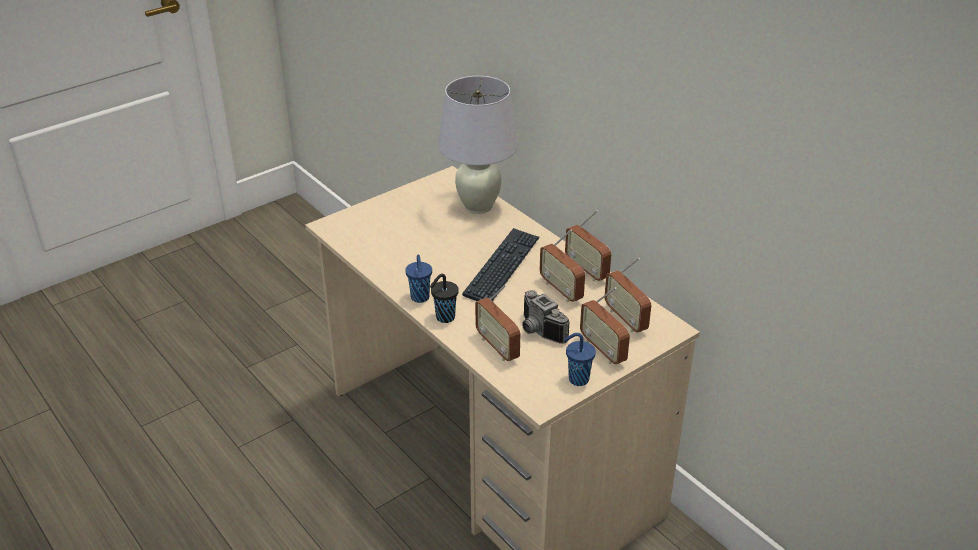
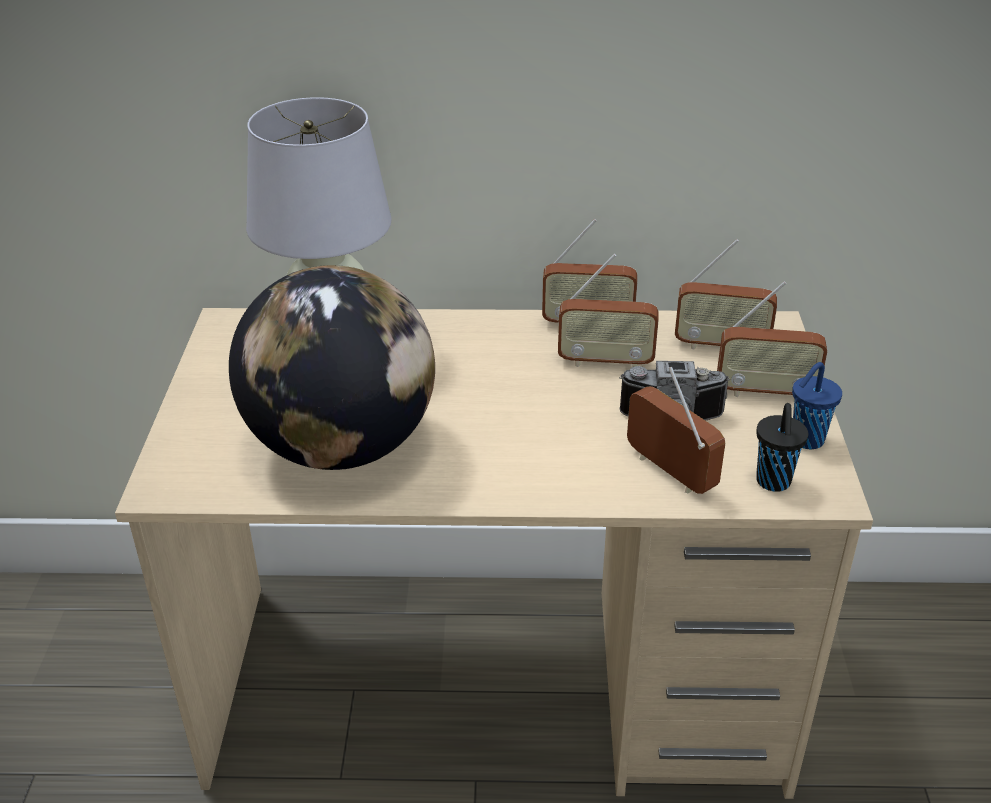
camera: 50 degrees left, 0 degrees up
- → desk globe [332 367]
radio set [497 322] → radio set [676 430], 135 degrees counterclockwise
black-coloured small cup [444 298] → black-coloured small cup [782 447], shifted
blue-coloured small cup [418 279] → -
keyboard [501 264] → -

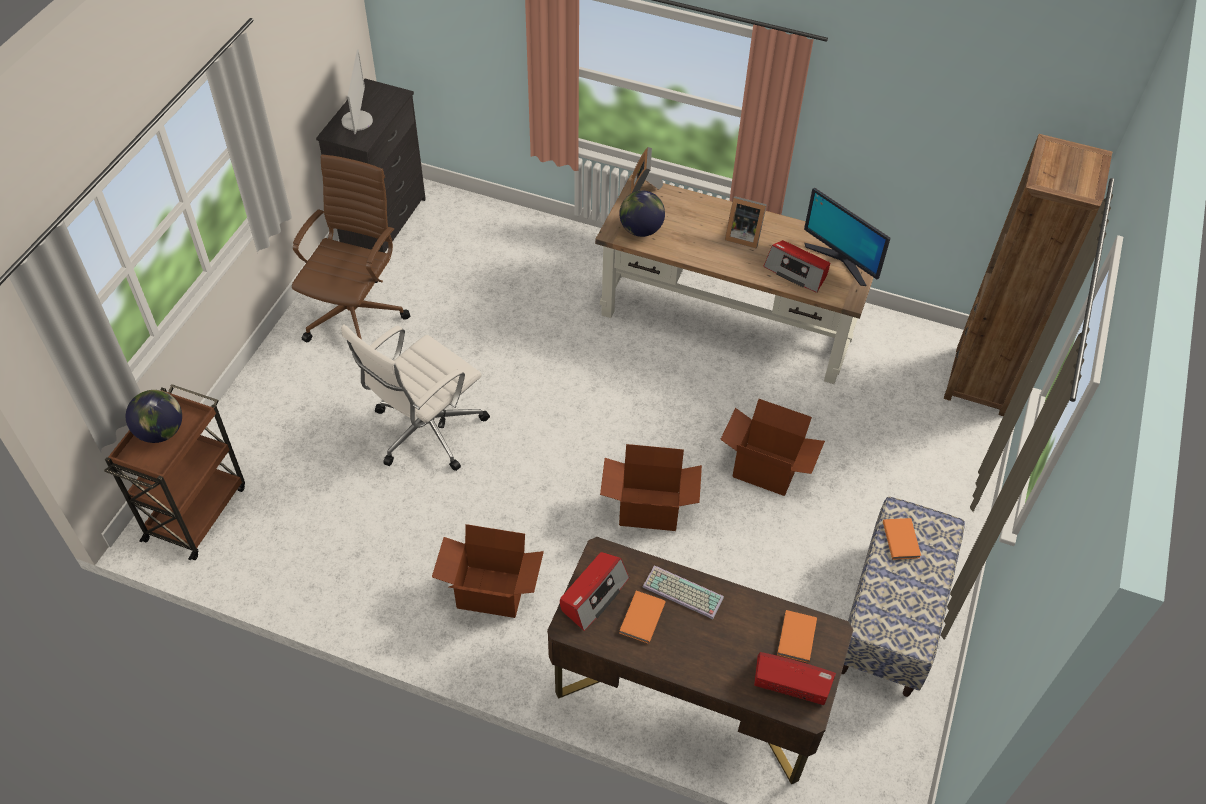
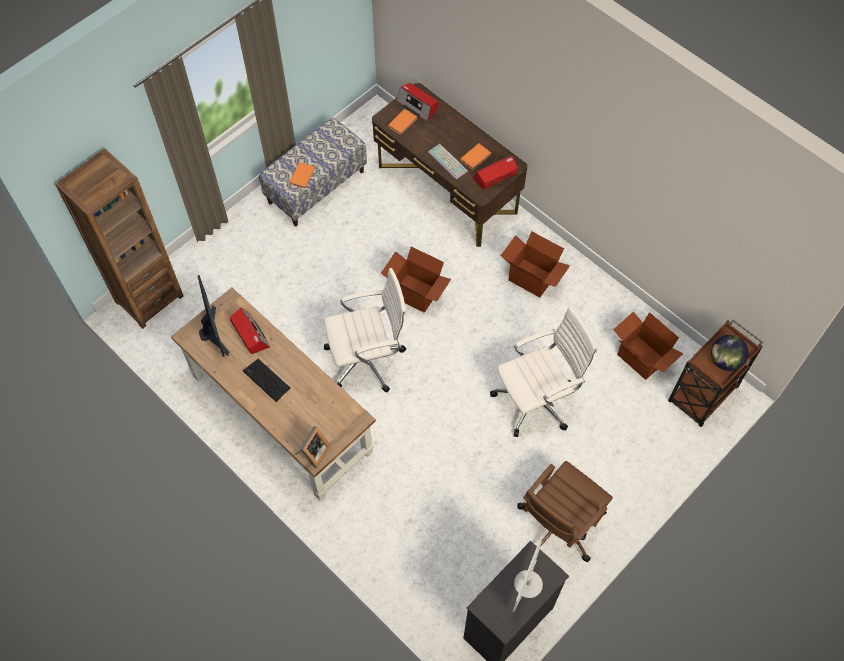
camera: 155 degrees left, 10 degrees up
standing frame [746 222] → keyboard [267 380]
- → white-coloured computer chair [365 330]
carton [772 447] → carton [648 346], shifted
desk globe [642 214] → -

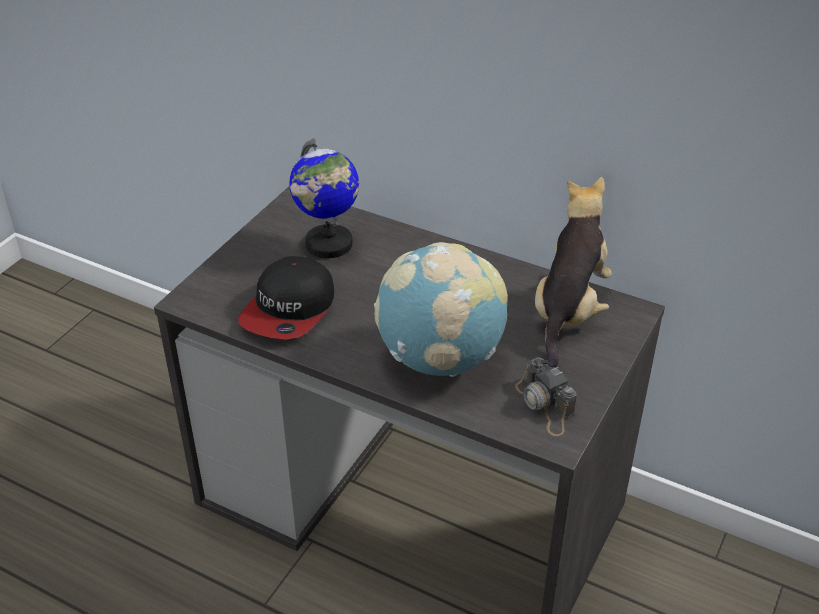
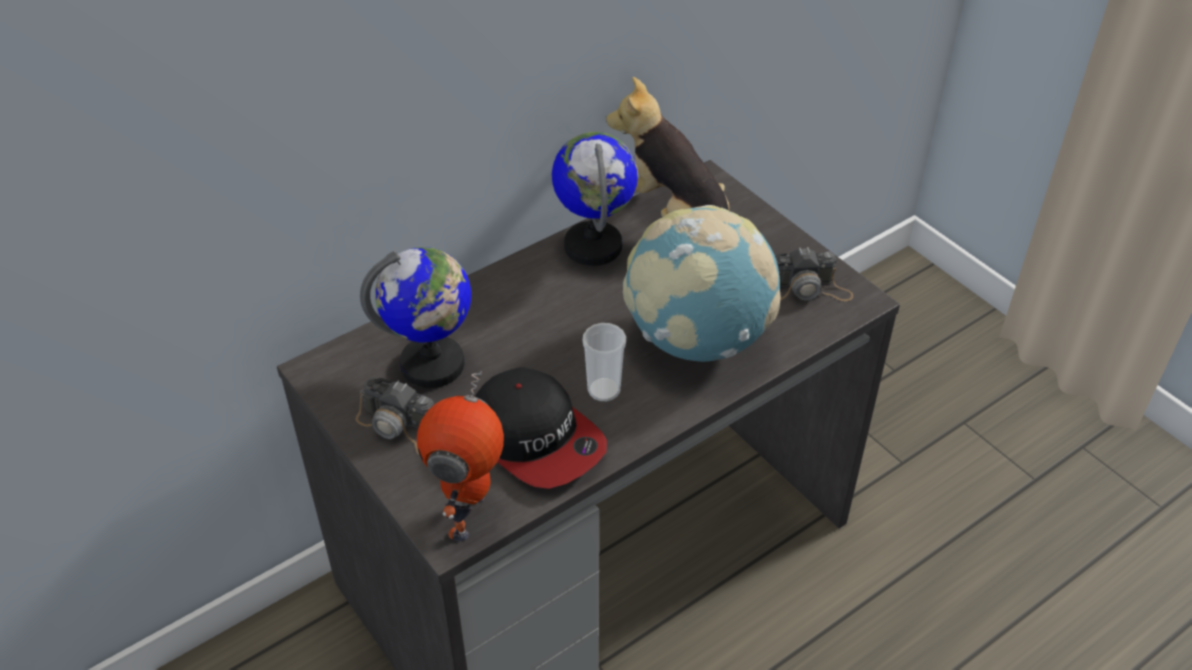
camera: 65 degrees left, 5 degrees up
- → still camera [395 416]
- → robot figure [460 456]
- → desk globe [595 199]
- → small cup [604 362]

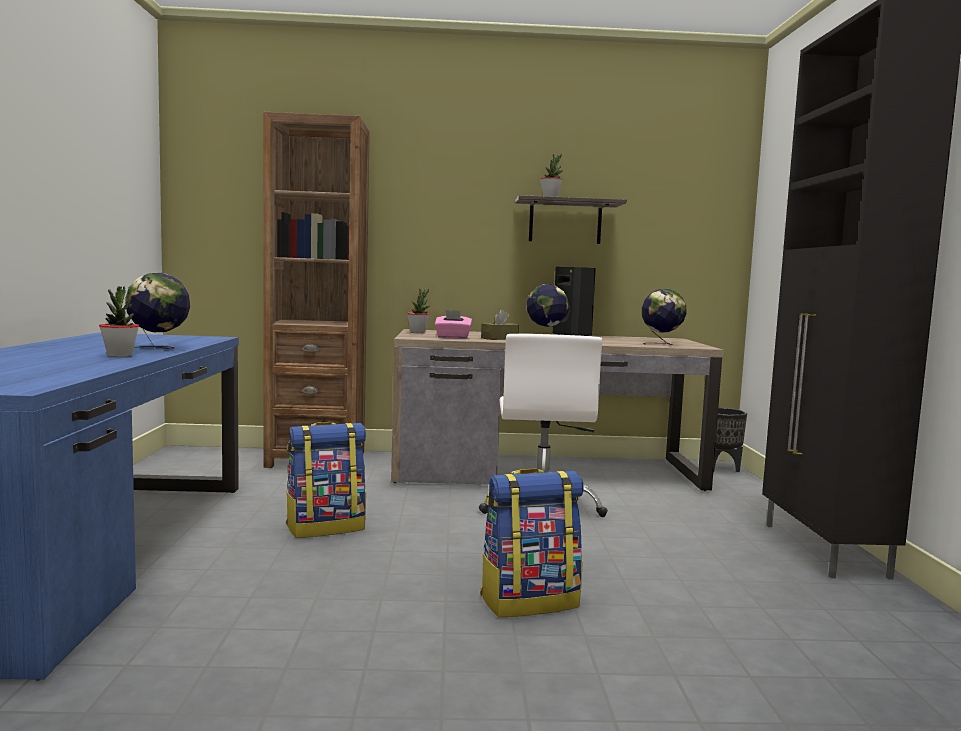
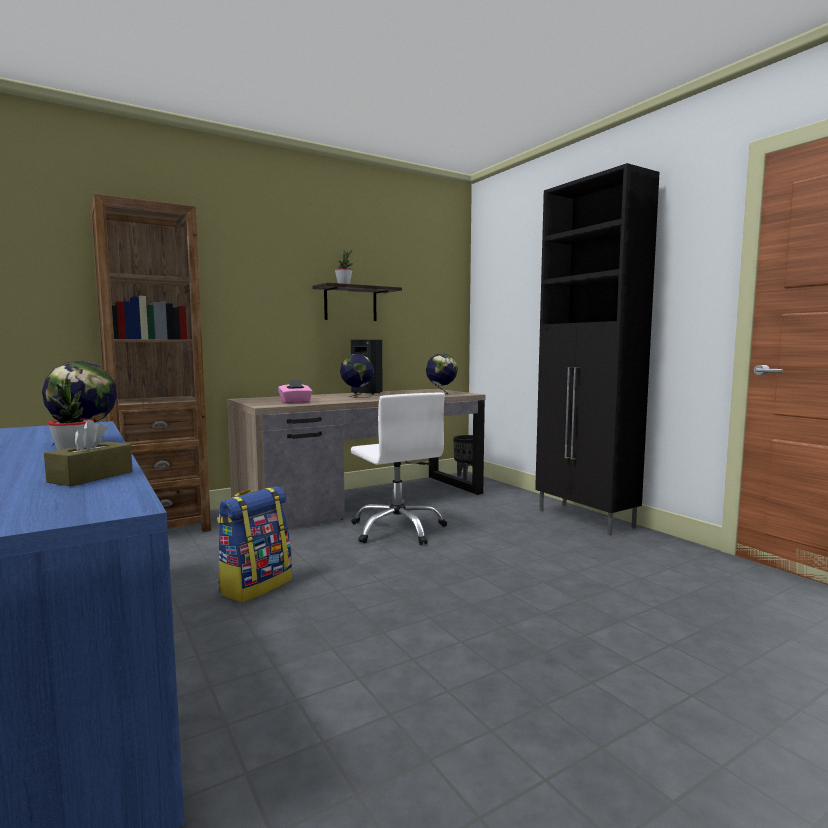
camera: 30 degrees left, 0 degrees up
brown-coloured tissue box [500 325] → brown-coloured tissue box [88 453], shifted
houseplant [418 311] → -
rucksack [532 542] → -

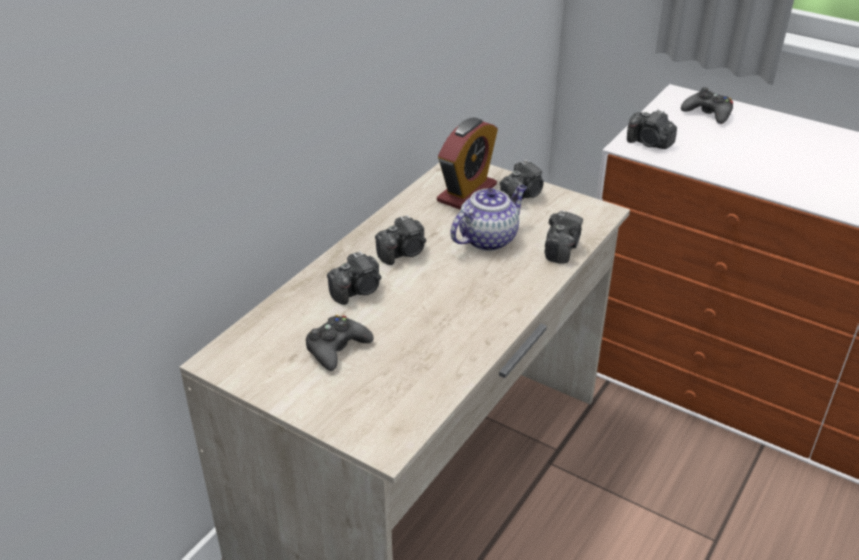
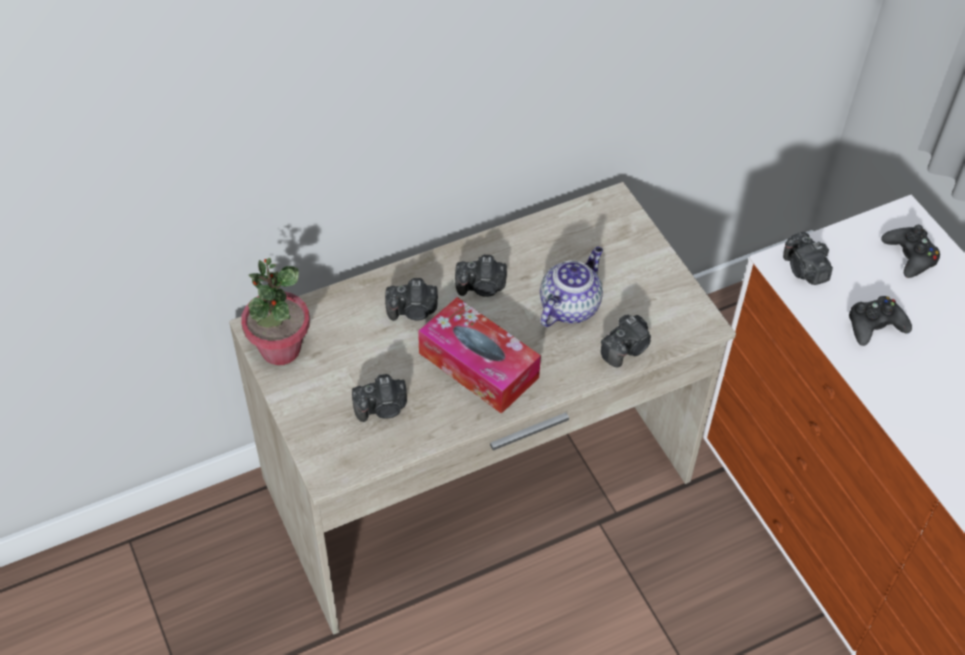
camera: 30 degrees right, 15 degrees up
- → houseplant [275 311]
still camera [522 179] → still camera [379 398], shifted
- → tissue box [479 355]
pot for tea [488 218] → pot for tea [571 287], 45 degrees counterclockwise
black-coloured game controller [340 343] → black-coloured game controller [880 321], shifted
alarm clock [467 163] → -

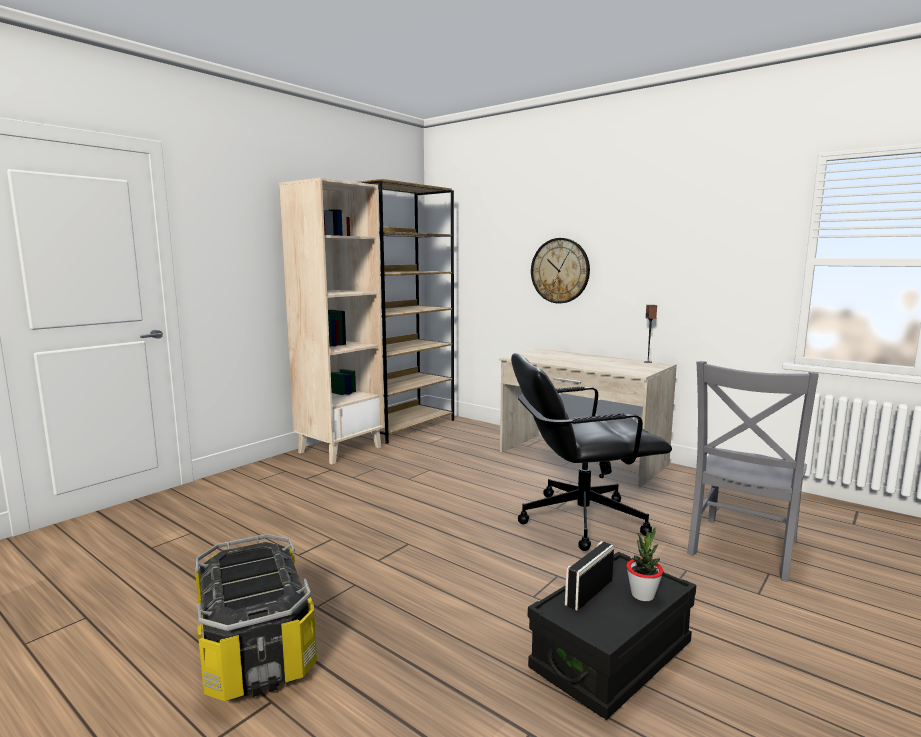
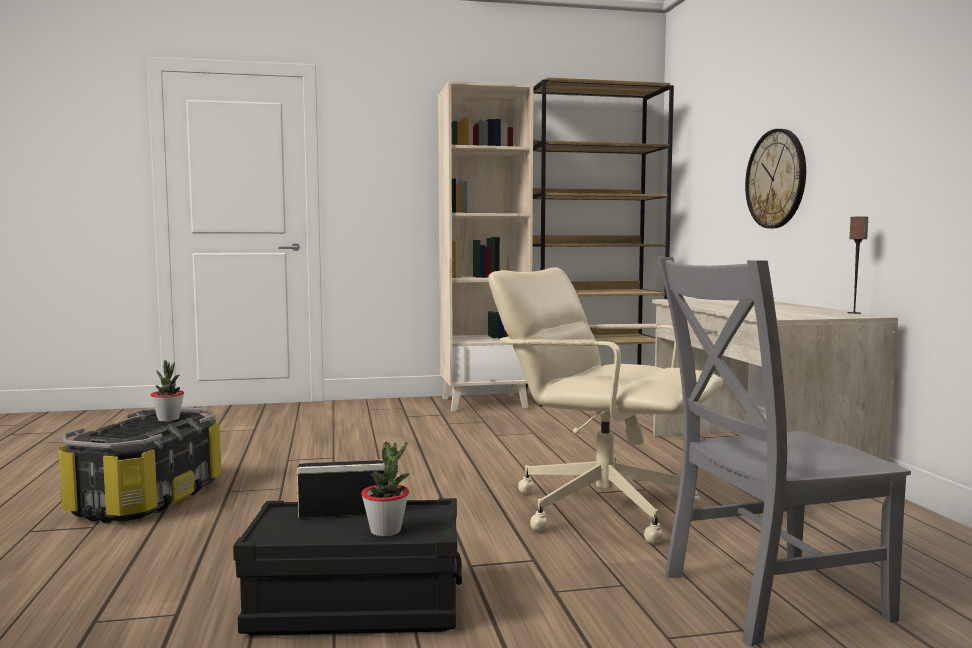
camera: 40 degrees right, 5 degrees down
- → houseplant [167 391]
black-coloured computer chair [591 452] → sand-coloured computer chair [605 405]

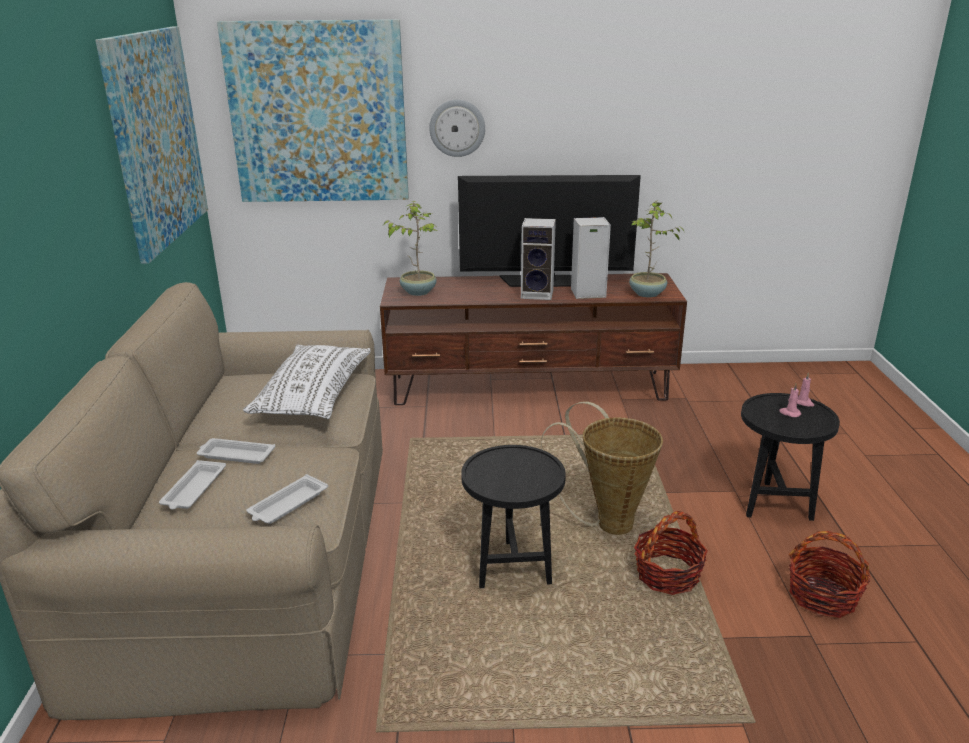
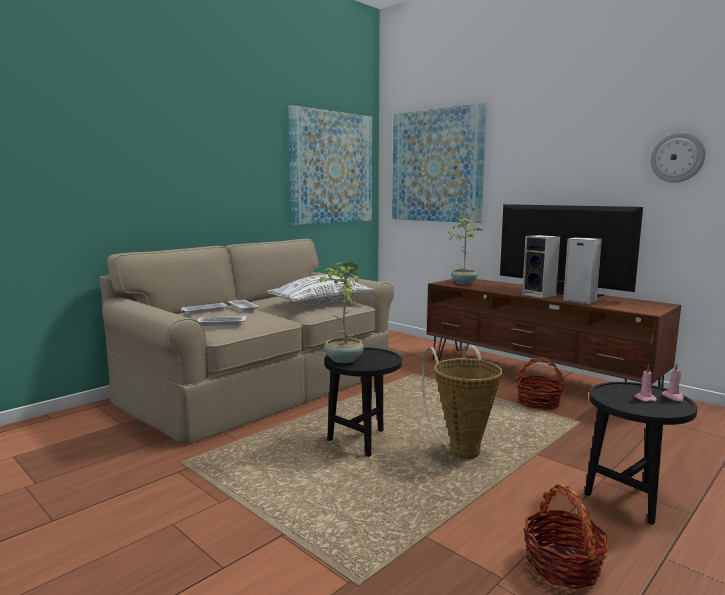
camera: 45 degrees right, 15 degrees down
houseplant [656 249] → houseplant [341 312], shifted
household basket [671 553] → household basket [540 384], shifted
hanging clock [457 128] → hanging clock [677 157], shifted

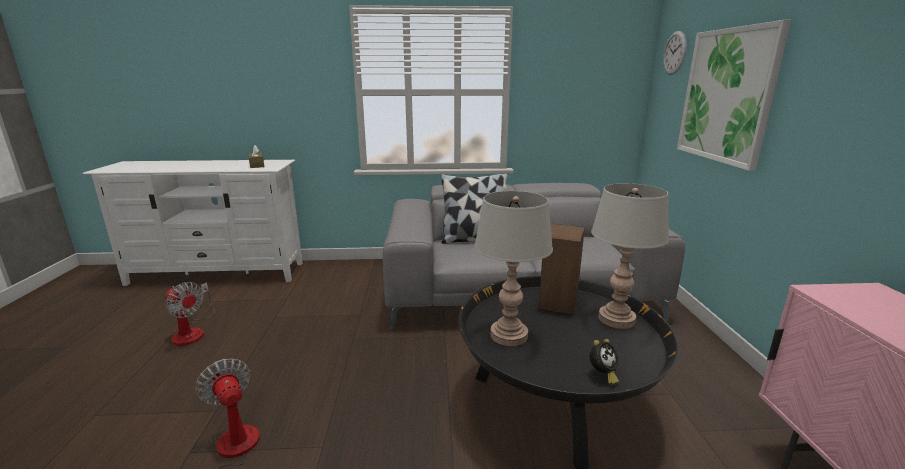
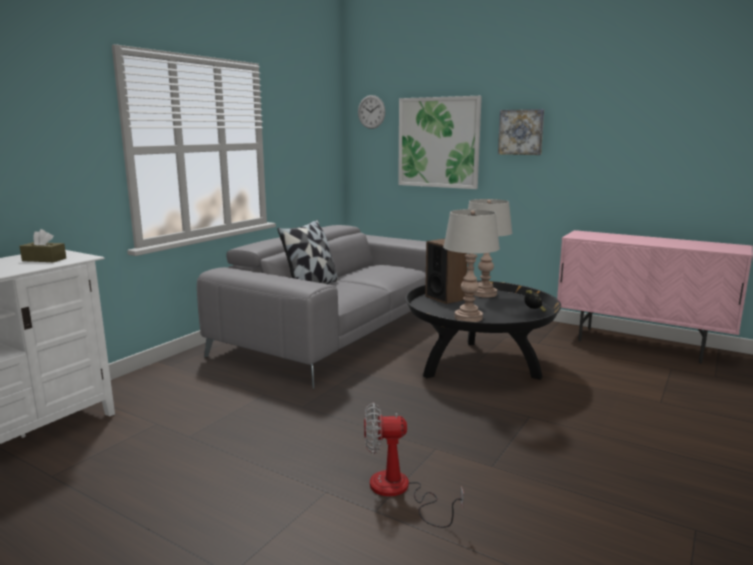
camera: 55 degrees left, 5 degrees down
- → picture [521 132]
cooling fan [190 314] → -

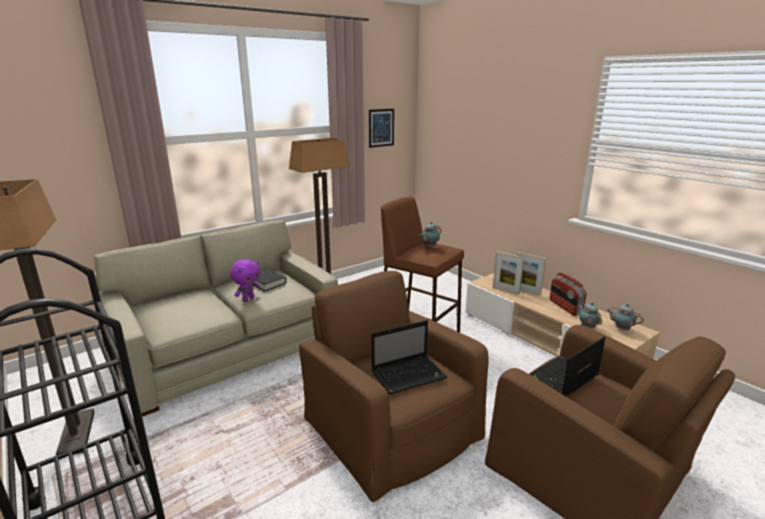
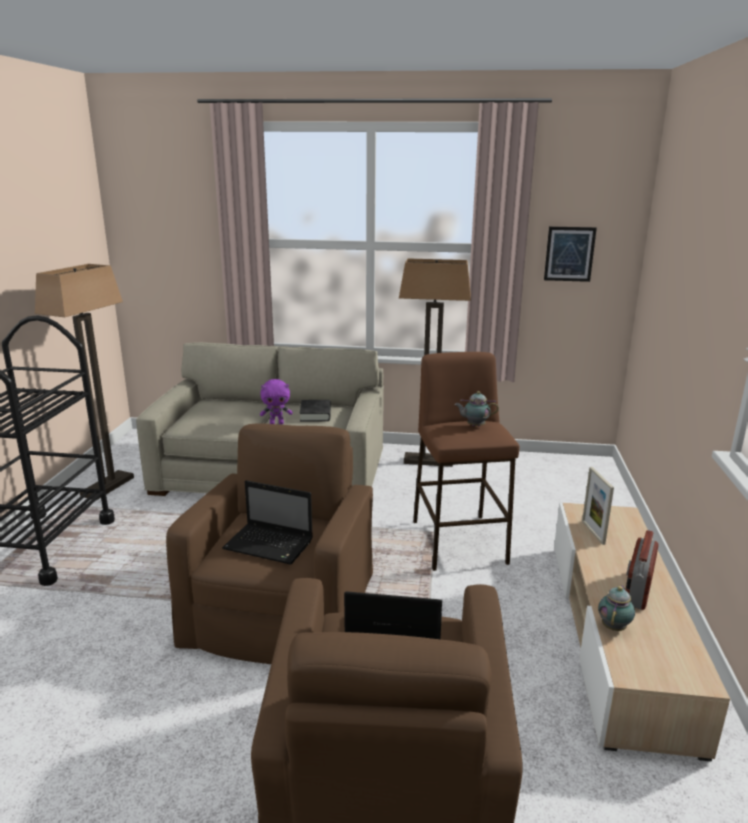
camera: 45 degrees right, 0 degrees up
standing frame [531 273] → -
pot for tea [625 317] → -

